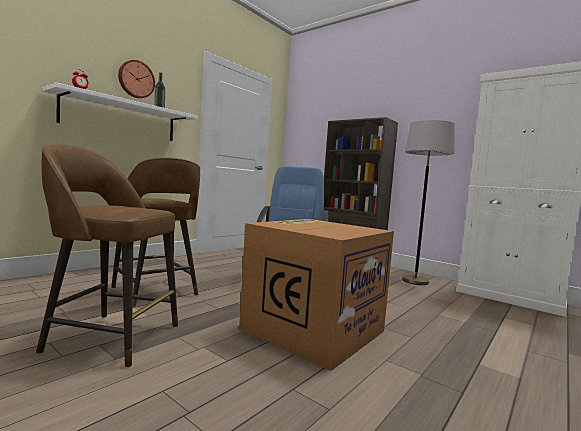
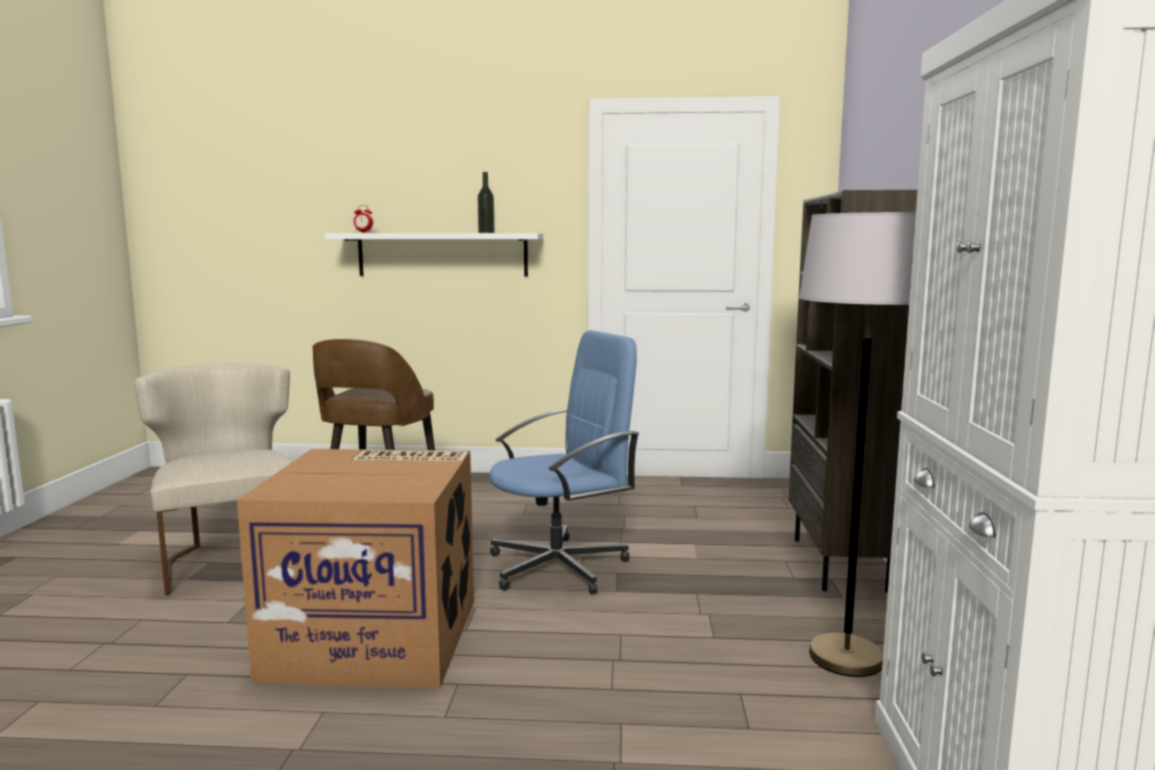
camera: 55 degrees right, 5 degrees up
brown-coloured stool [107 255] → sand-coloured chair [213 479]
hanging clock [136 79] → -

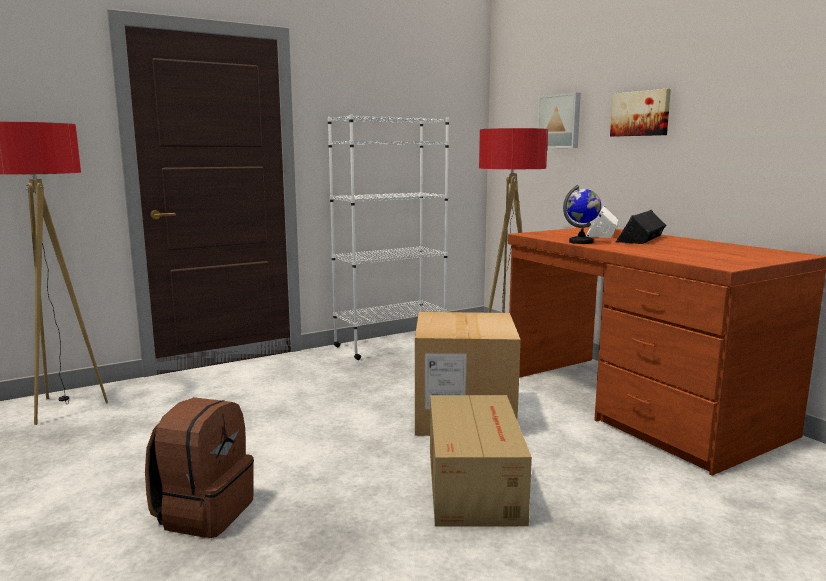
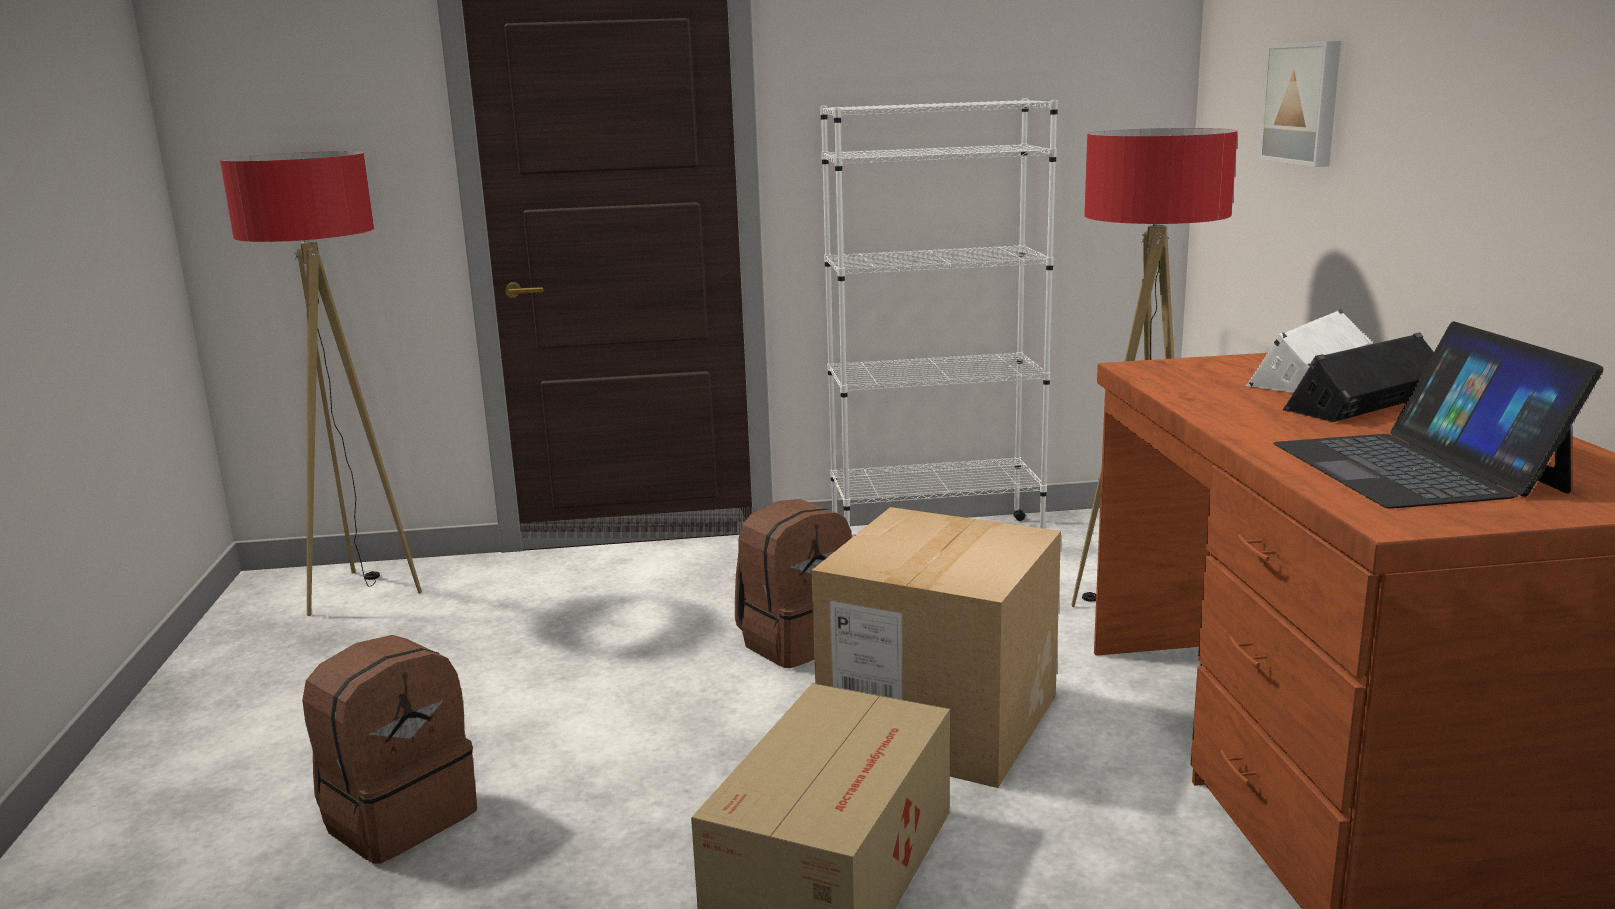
camera: 25 degrees right, 5 degrees up
- → brown-coloured rucksack [793 583]
- → notebook computer [1438 415]
desk globe [582 214] → -
picture [640 113] → -

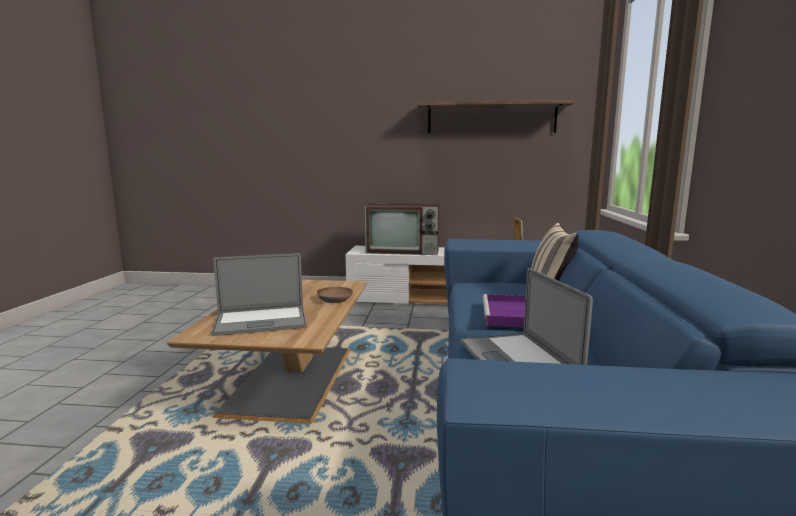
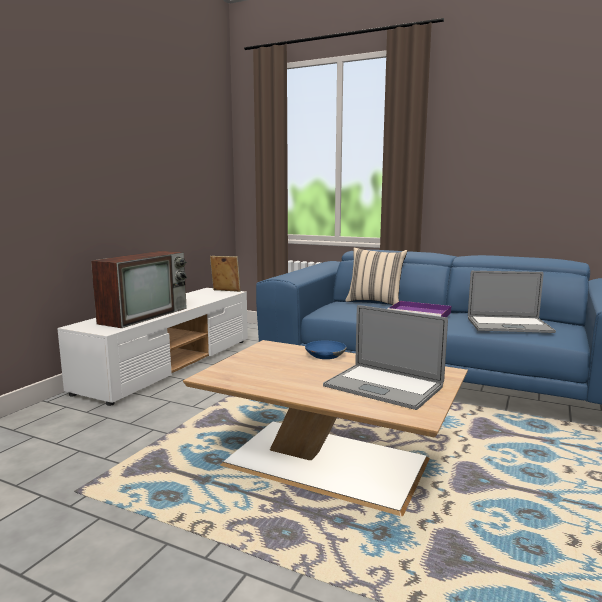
camera: 70 degrees left, 0 degrees up
brown-coloured bowl [335 295] → blue-coloured bowl [326 349]
notebook computer [259 294] → notebook computer [385 357], 120 degrees clockwise
shelf [495 116] → -

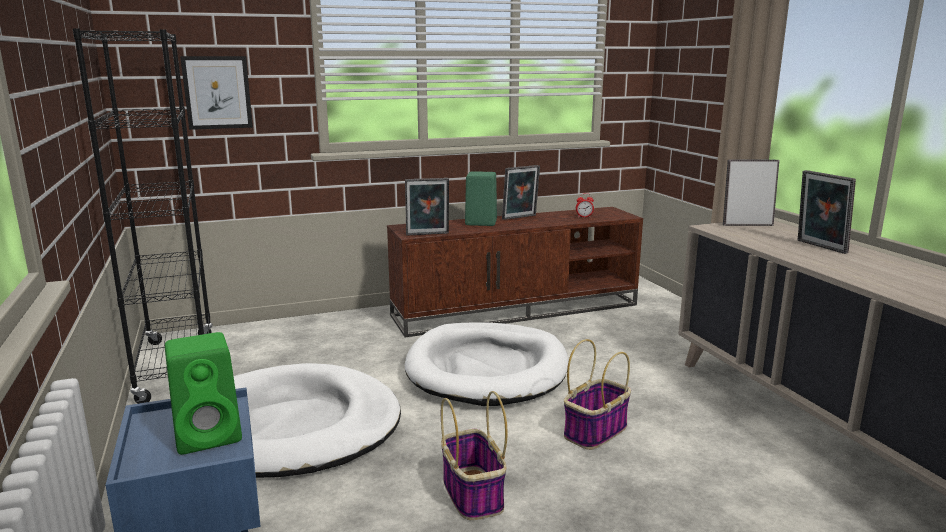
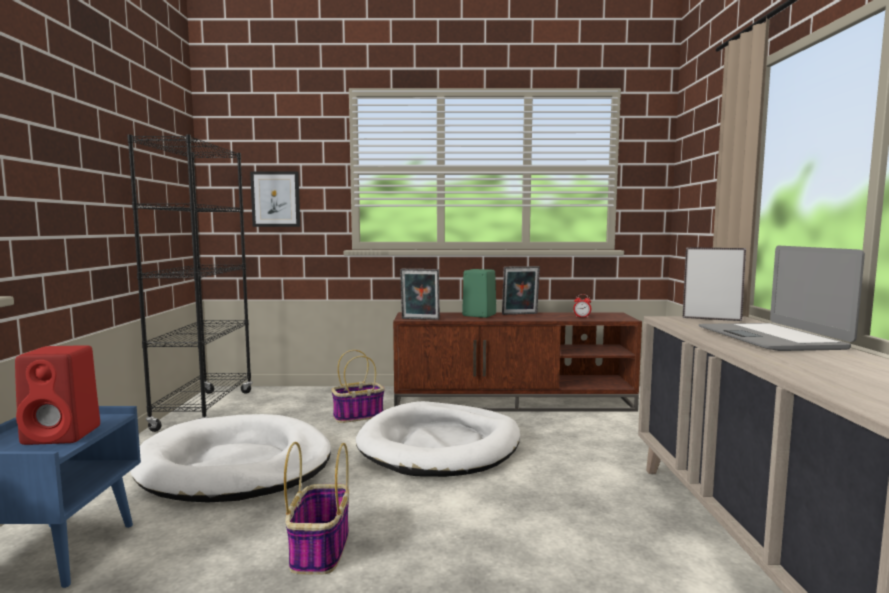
camera: 20 degrees right, 10 degrees down
green-coloured speaker [203 393] → red-coloured speaker [57 395]
household basket [597 394] → household basket [358 386], shifted
standing frame [827 212] → notebook computer [782 298]

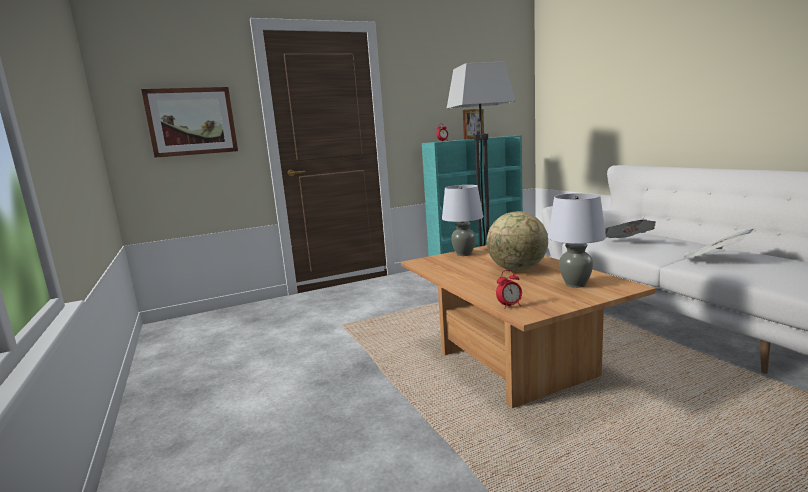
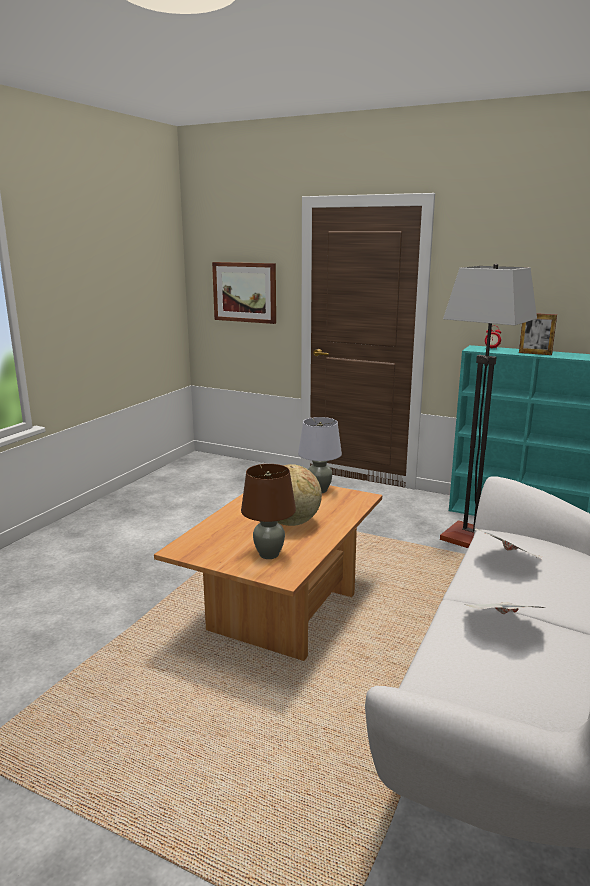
camera: 50 degrees right, 5 degrees up
gray table lamp [577 240] → brown-coloured table lamp [268 511]
alarm clock [509 289] → -

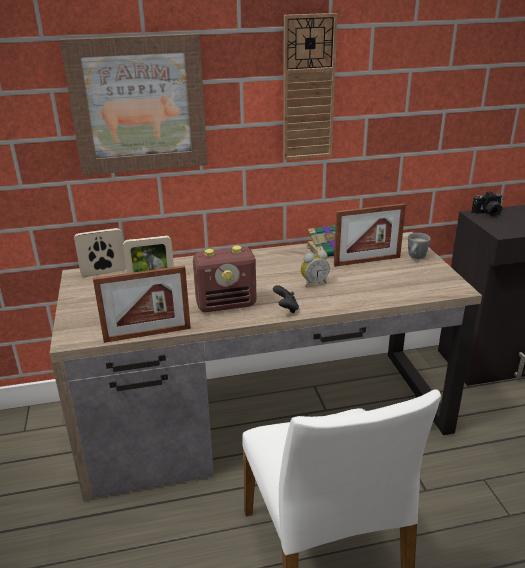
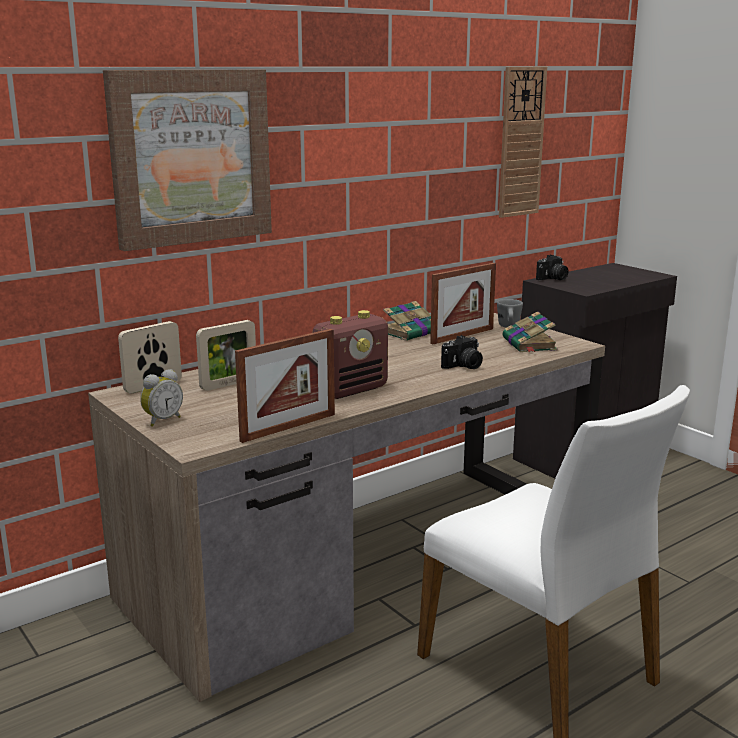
camera: 25 degrees left, 10 degrees down
alarm clock [315 269] → alarm clock [161 398], shifted
- → still camera [462 352]
hanging clock [310 86] → hanging clock [523 142], shifted
- → book [530 331]
black-coloured game controller [286 299] → -

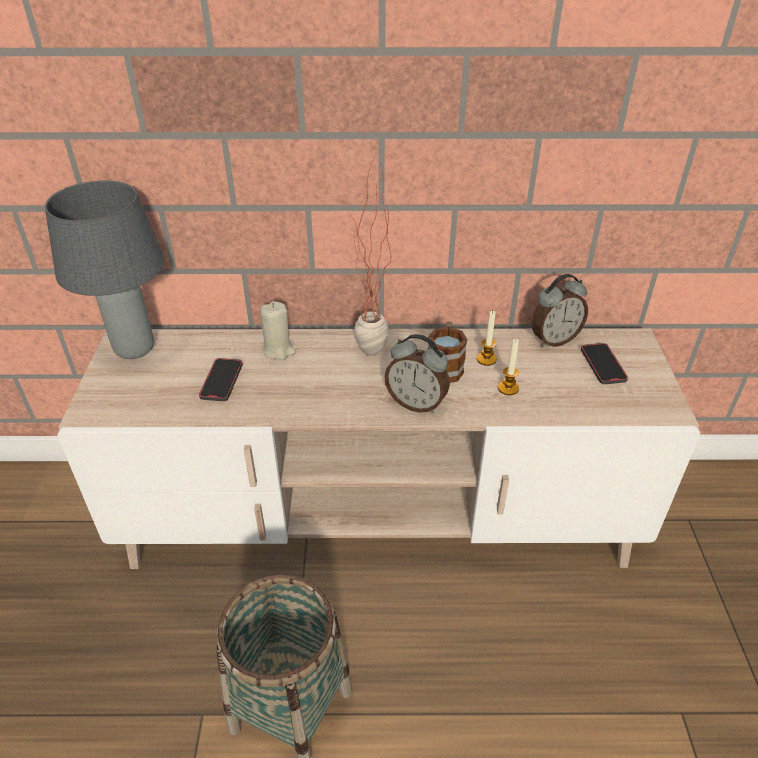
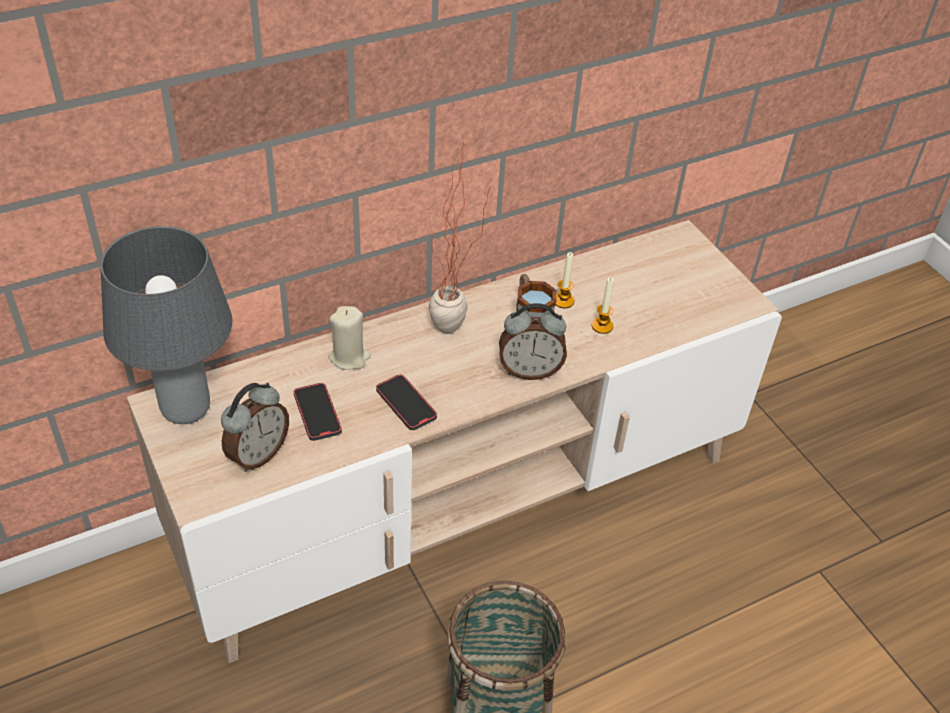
camera: 30 degrees left, 5 degrees up
alarm clock [560 310] → alarm clock [255 427], shifted
telephone [604 363] → telephone [406 402], shifted

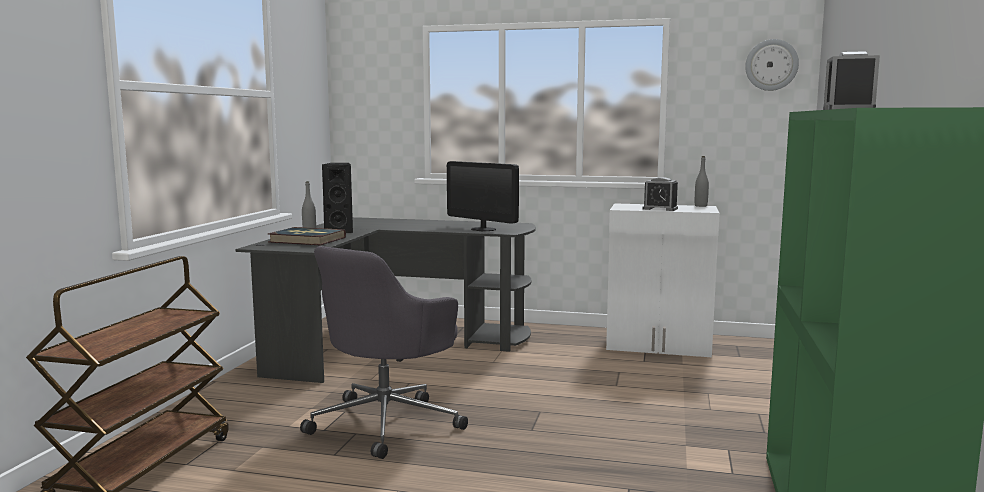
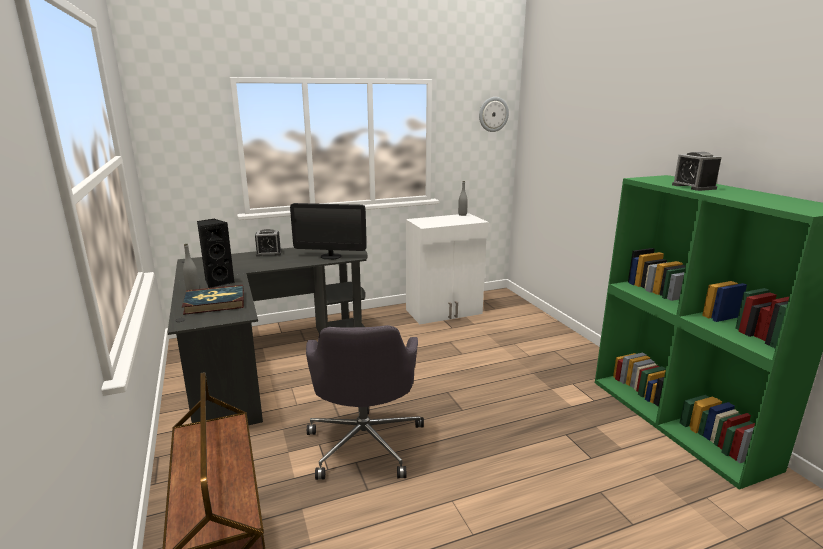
camera: 35 degrees left, 10 degrees up
alarm clock [660 194] → alarm clock [268 243], shifted

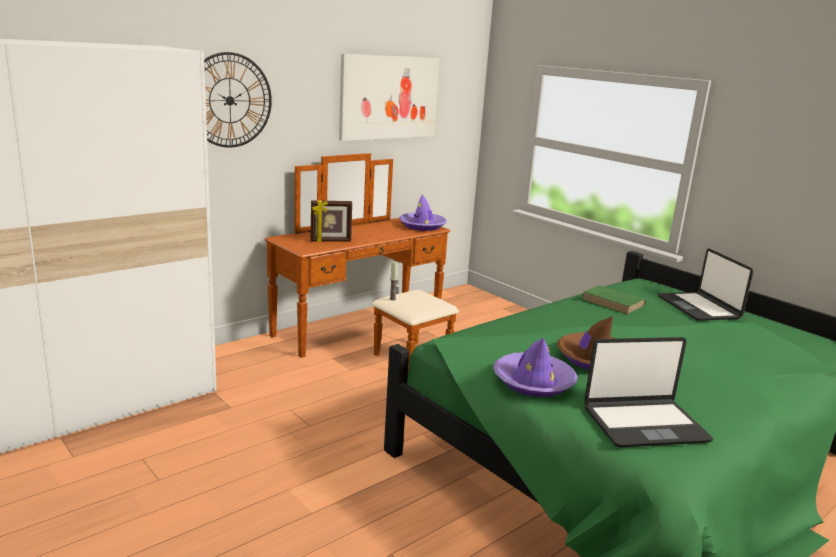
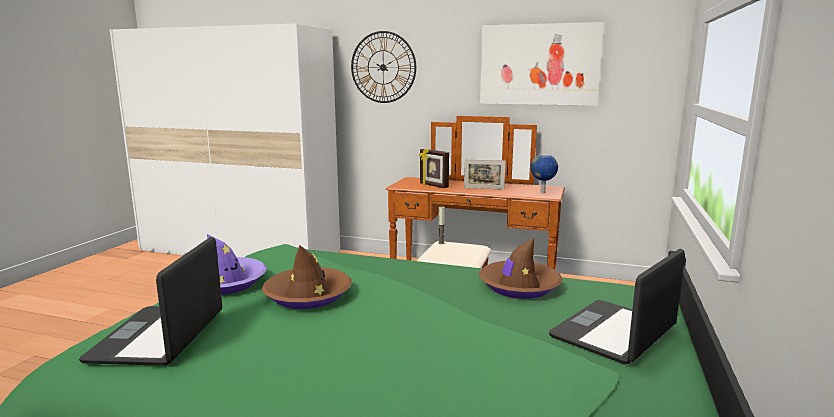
camera: 60 degrees right, 5 degrees down
notebook computer [648 392] → notebook computer [151 301], 45 degrees clockwise
- → standing frame [485 174]
green-coloured book [613 299] → brown-coloured hat [521 268]
purple hat [423 212] → desk globe [544 173]

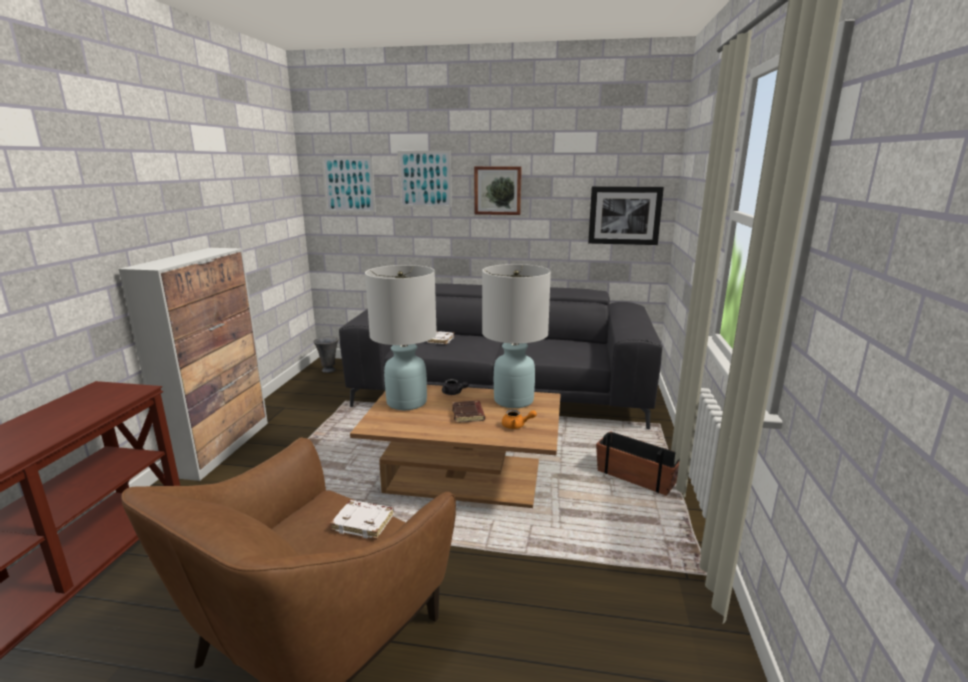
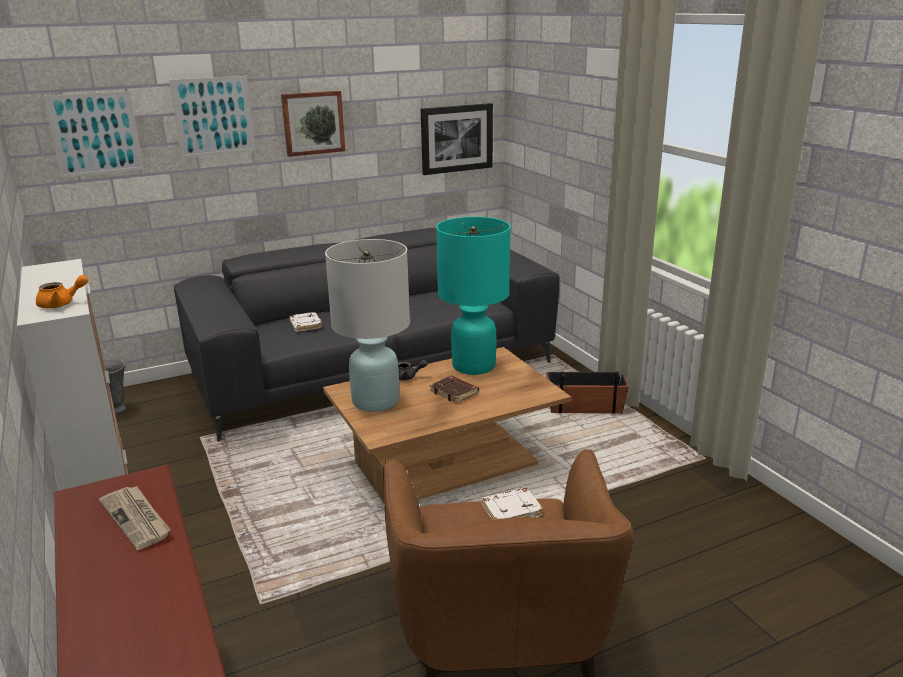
camera: 35 degrees left, 5 degrees up
orangey pot for tea [519 419] → orangey pot for tea [62 291], shifted
- → daily paper [135 518]
white-coloured table lamp [516 336] → blue-green table lamp [473 296]

